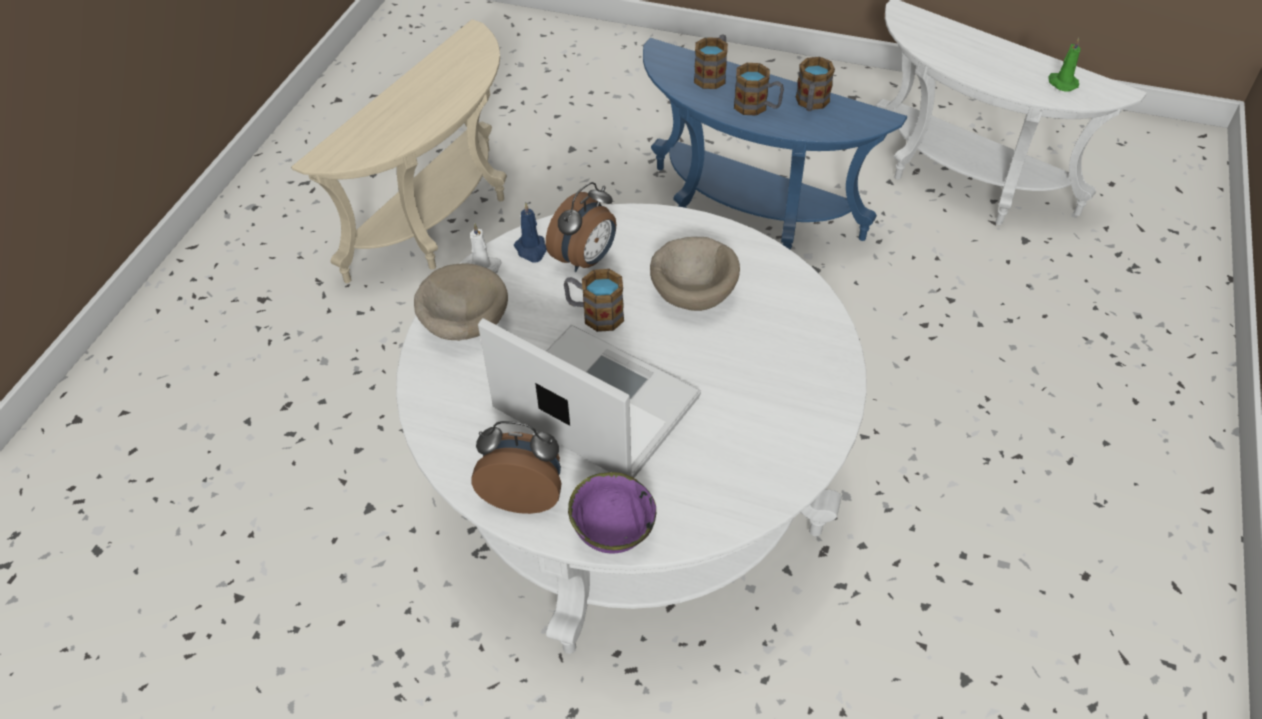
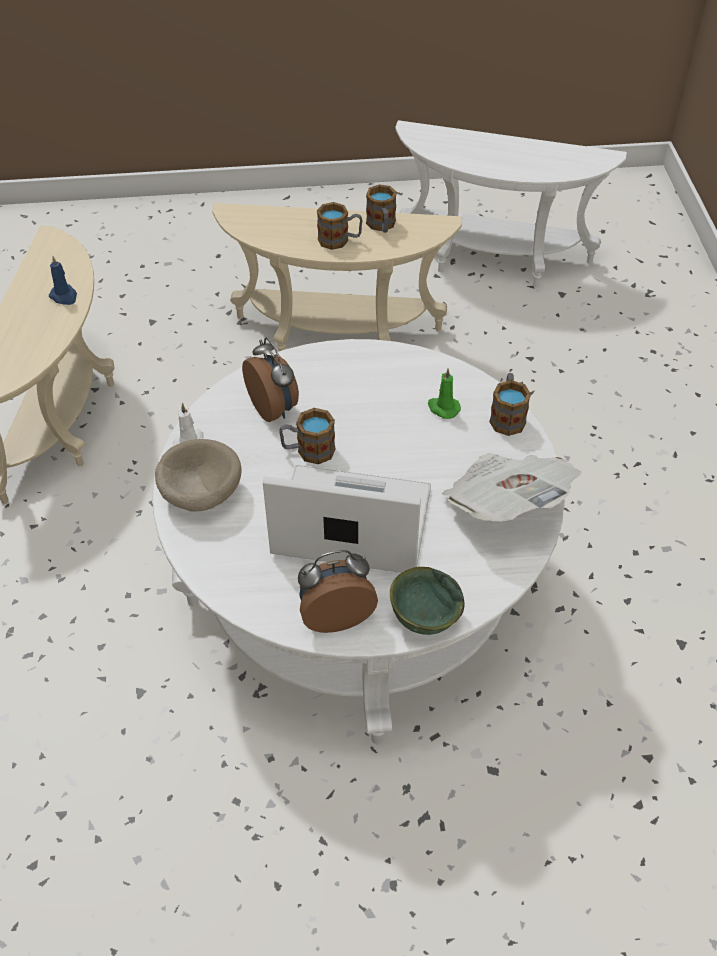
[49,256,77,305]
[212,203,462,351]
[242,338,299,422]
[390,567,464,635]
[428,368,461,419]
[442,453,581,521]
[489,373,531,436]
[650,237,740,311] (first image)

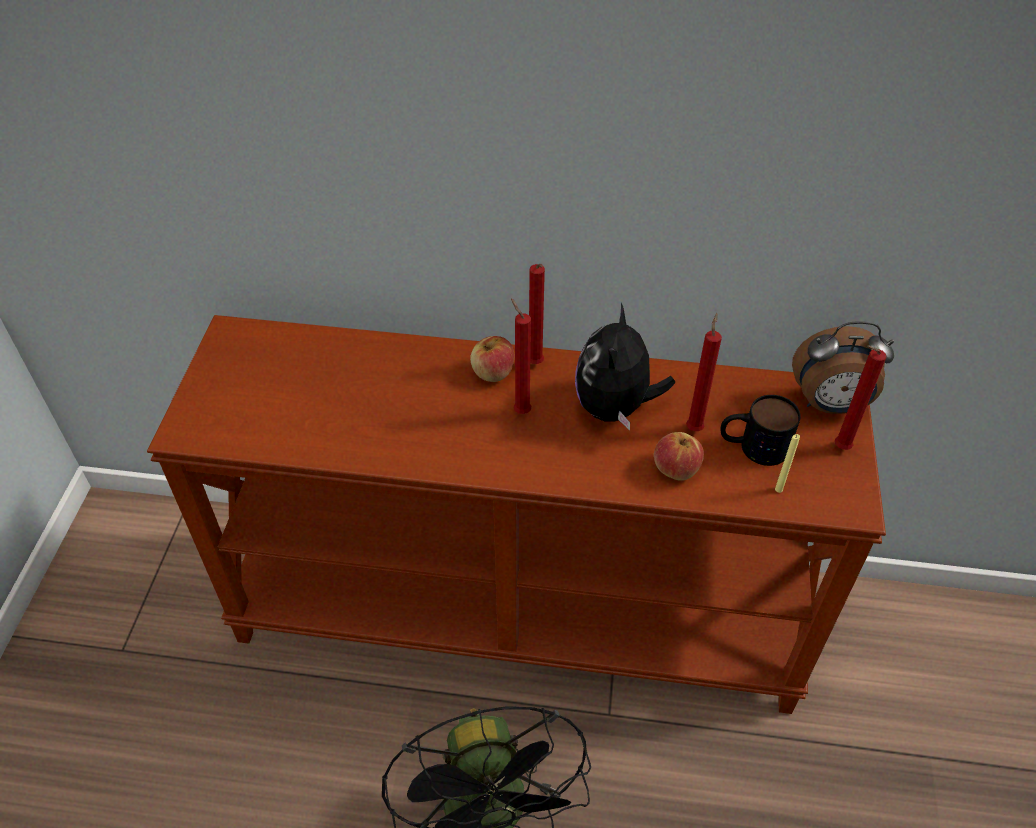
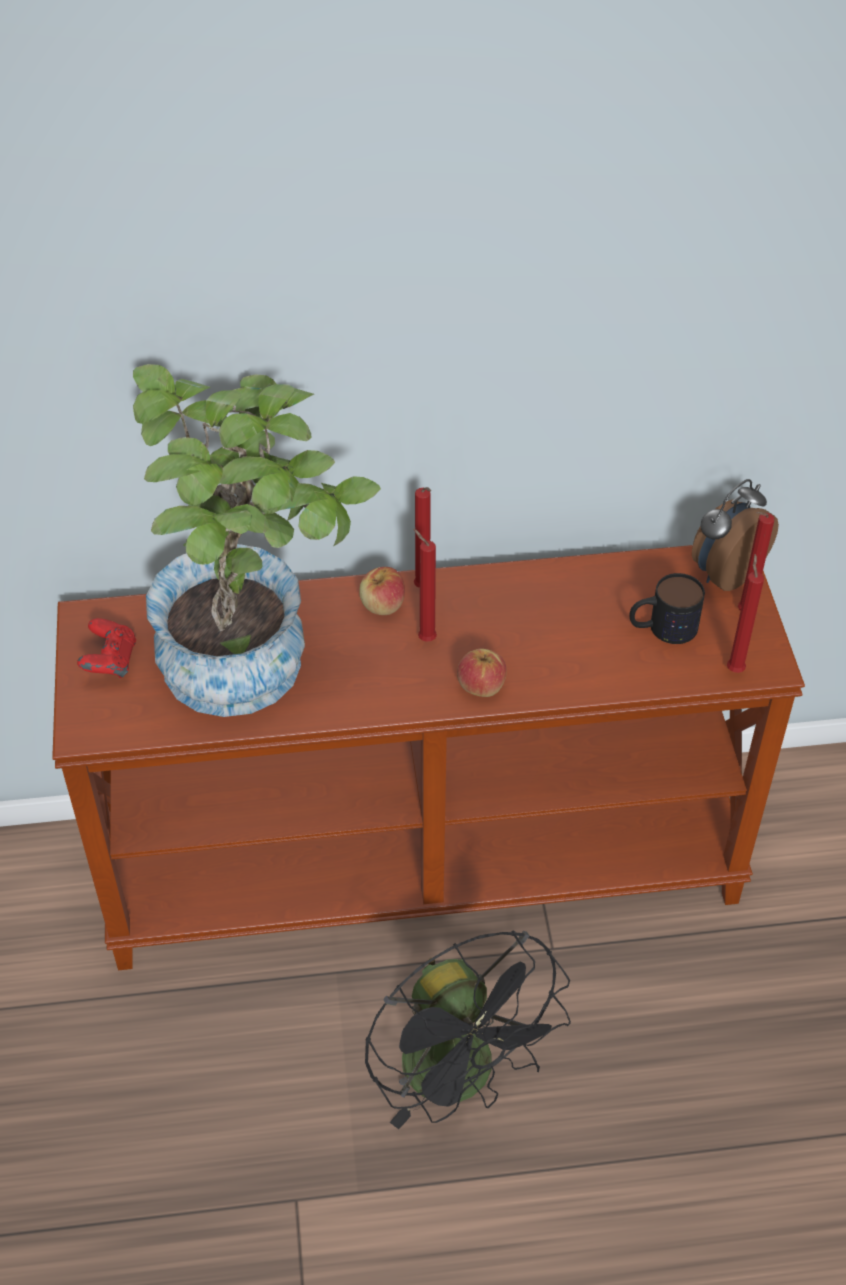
[77,618,136,678]
[133,364,381,717]
[457,649,507,697]
[692,479,779,591]
[727,554,764,673]
[575,303,675,430] (first image)
[775,434,800,493] (first image)

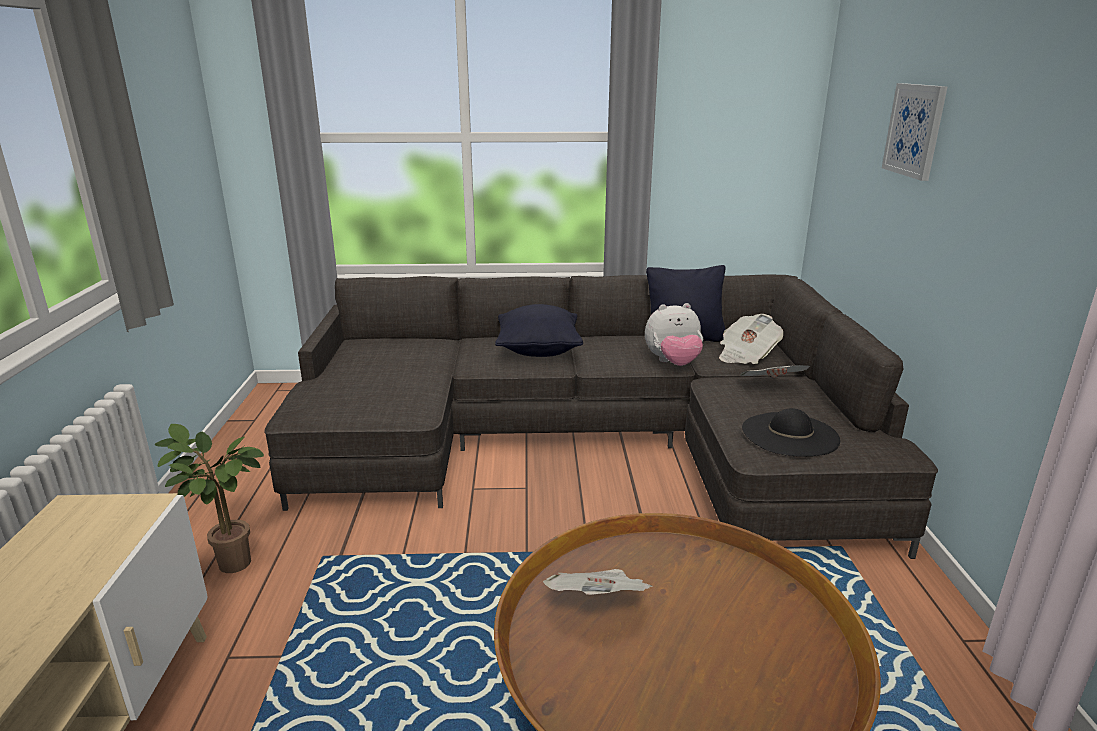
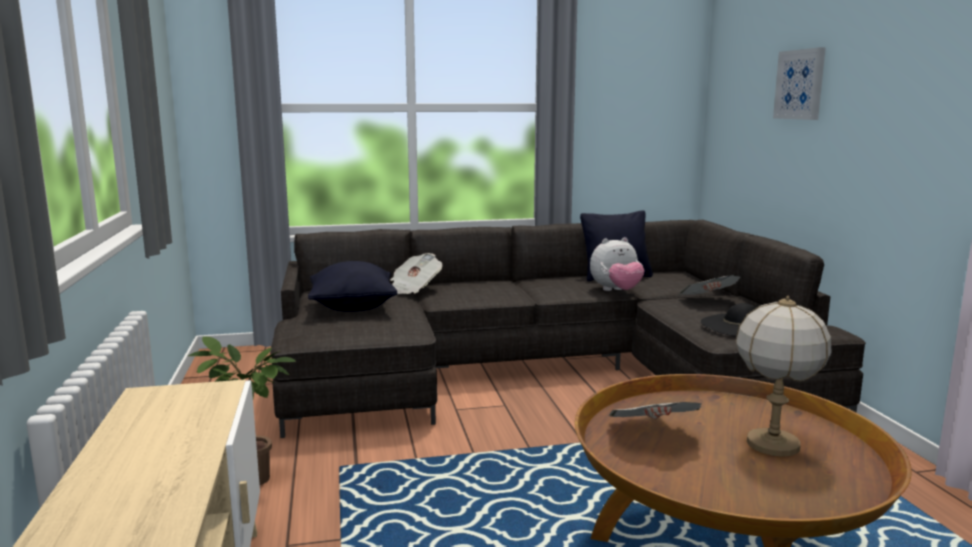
[308,261,397,311]
[390,253,443,294]
[736,296,832,457]

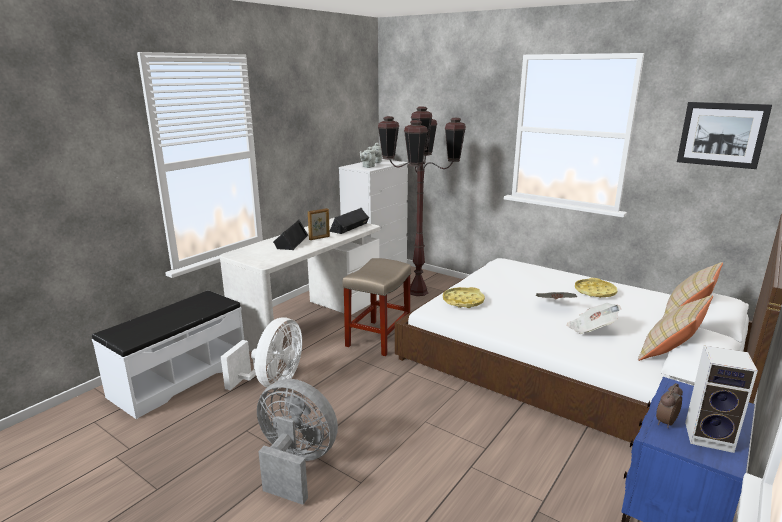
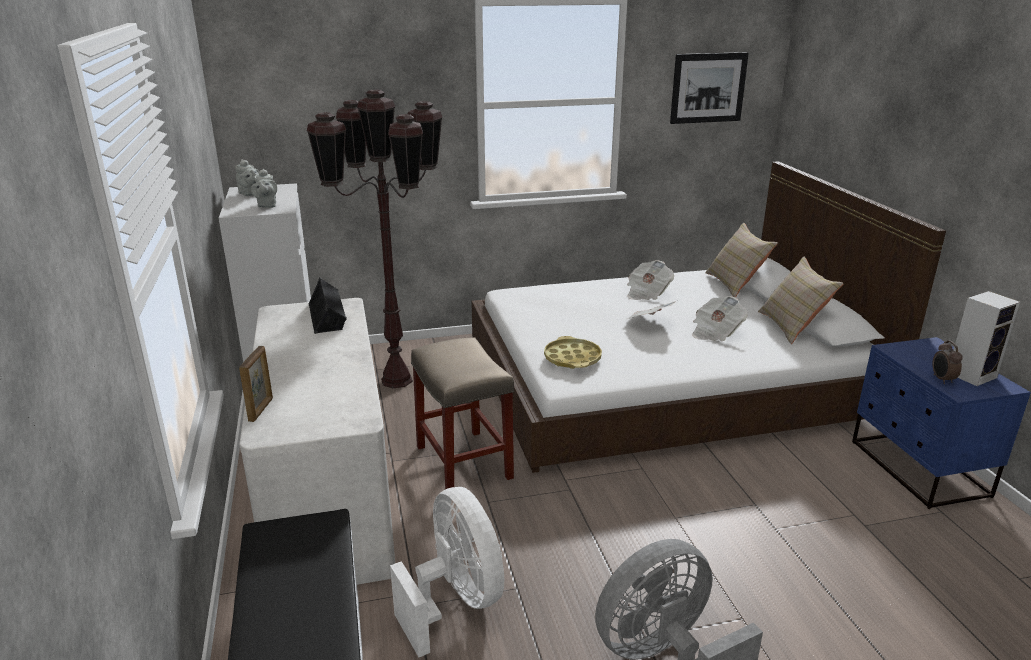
[239,346,273,422]
[627,260,674,300]
[273,219,308,250] (first image)

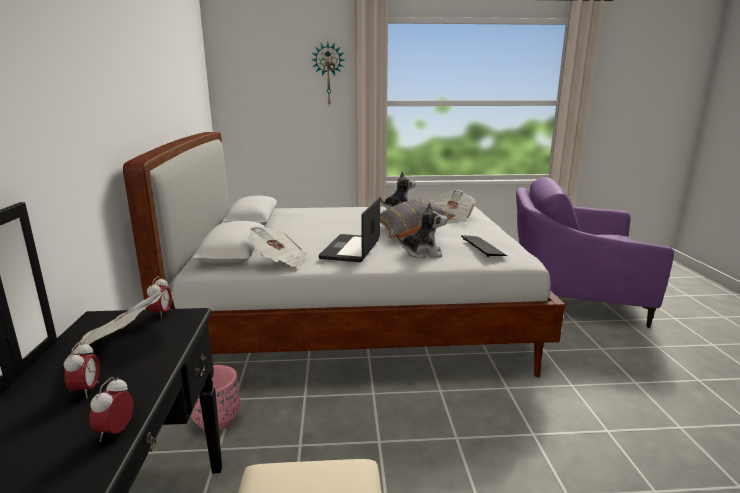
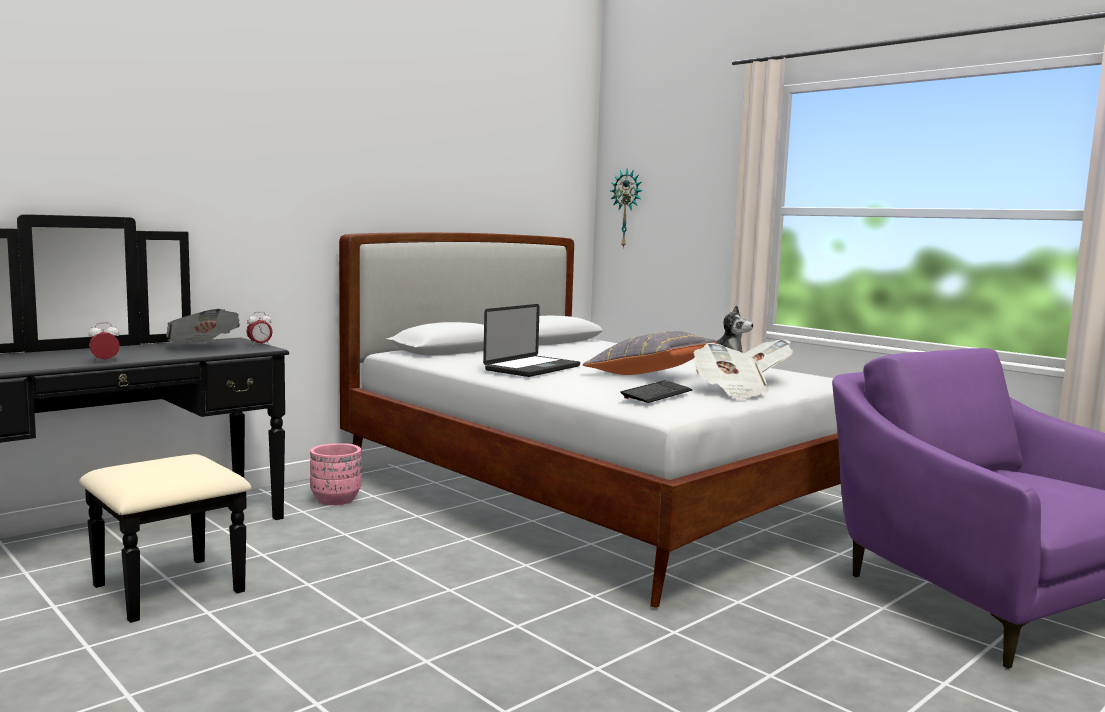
[483,304,580,377]
[610,169,643,249]
[694,343,769,400]
[64,342,100,398] (first image)
[396,202,448,259] (first image)

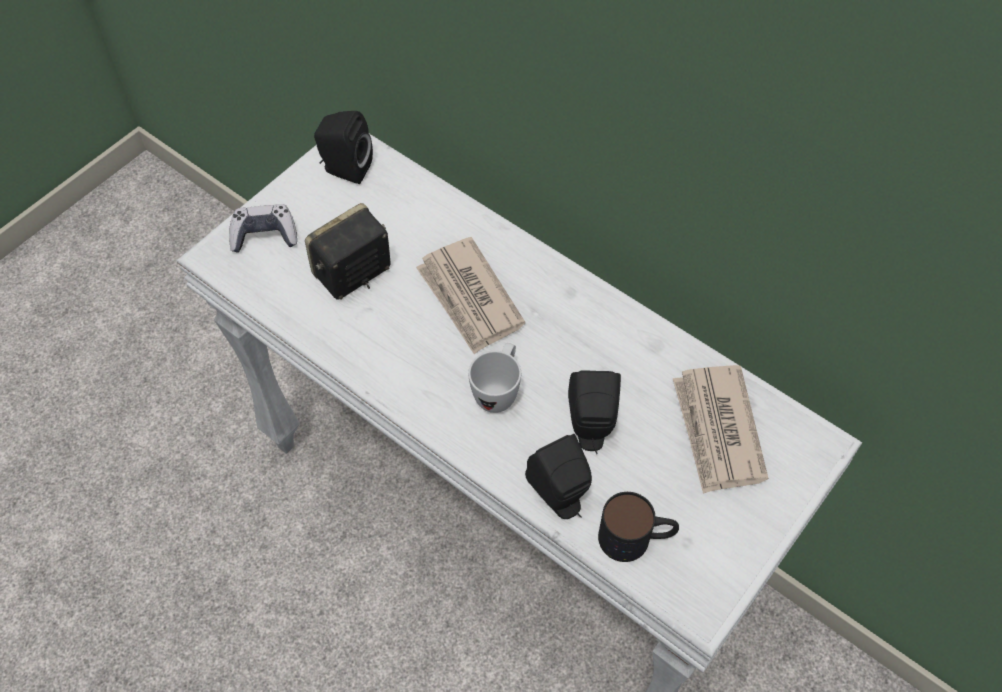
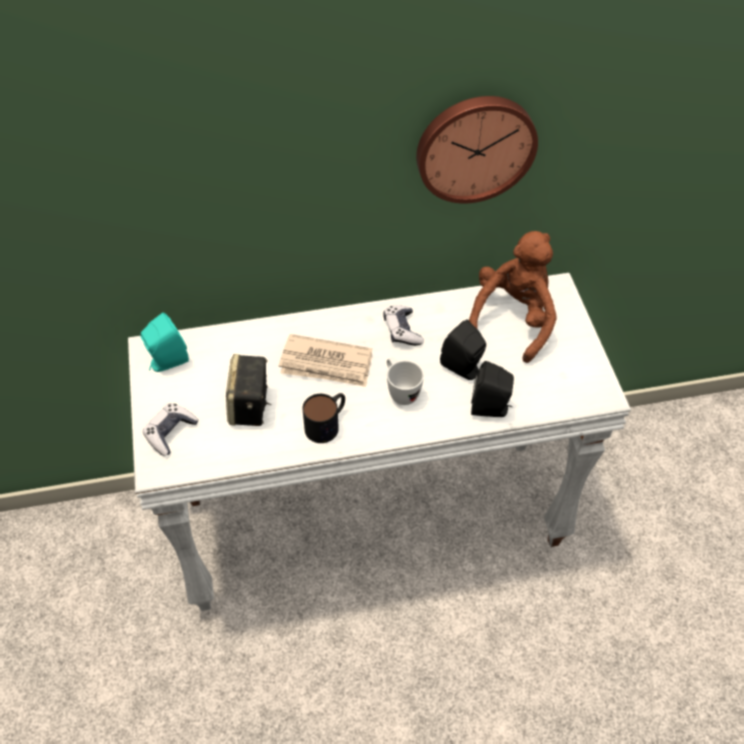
[141,312,189,372]
[302,393,345,443]
[383,305,424,346]
[416,96,538,204]
[469,231,557,363]

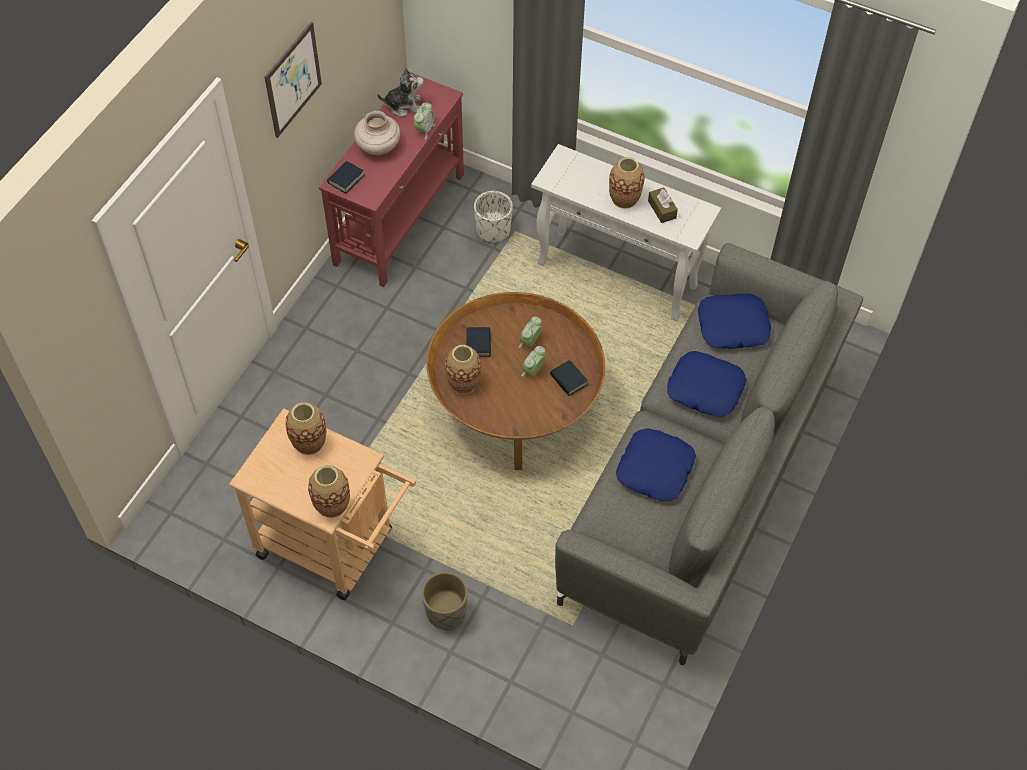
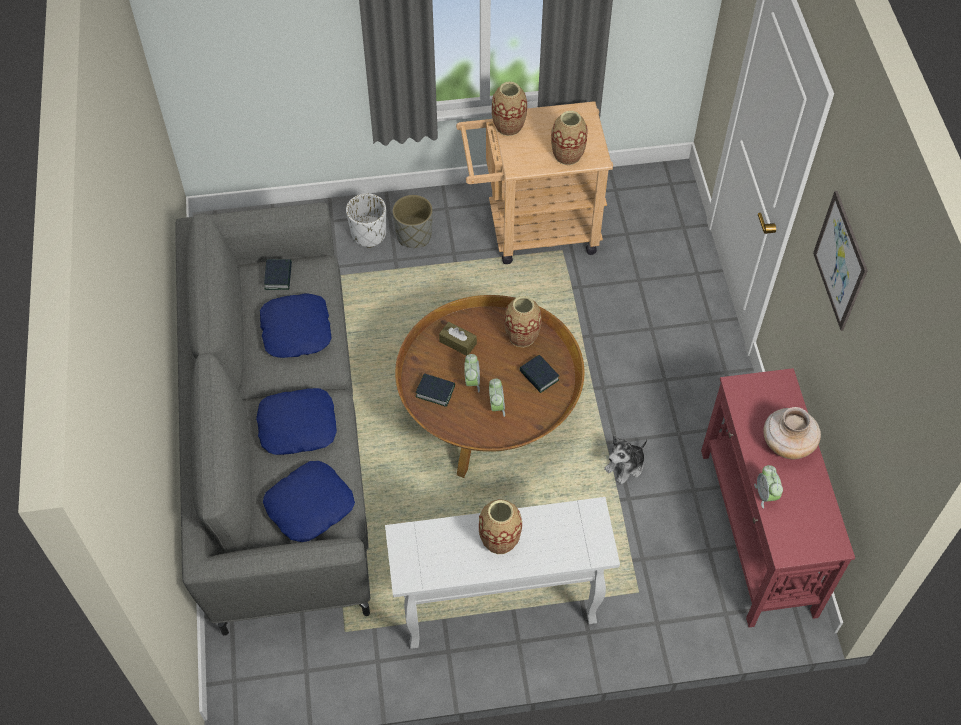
[264,259,292,290]
[346,193,386,248]
[439,322,477,356]
[604,435,647,485]

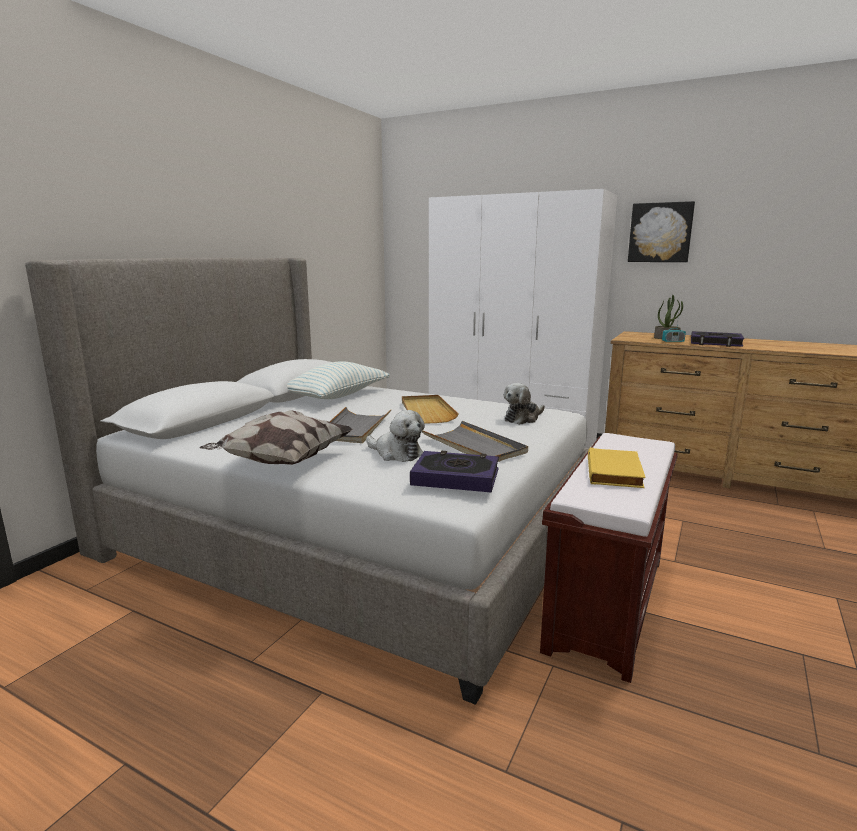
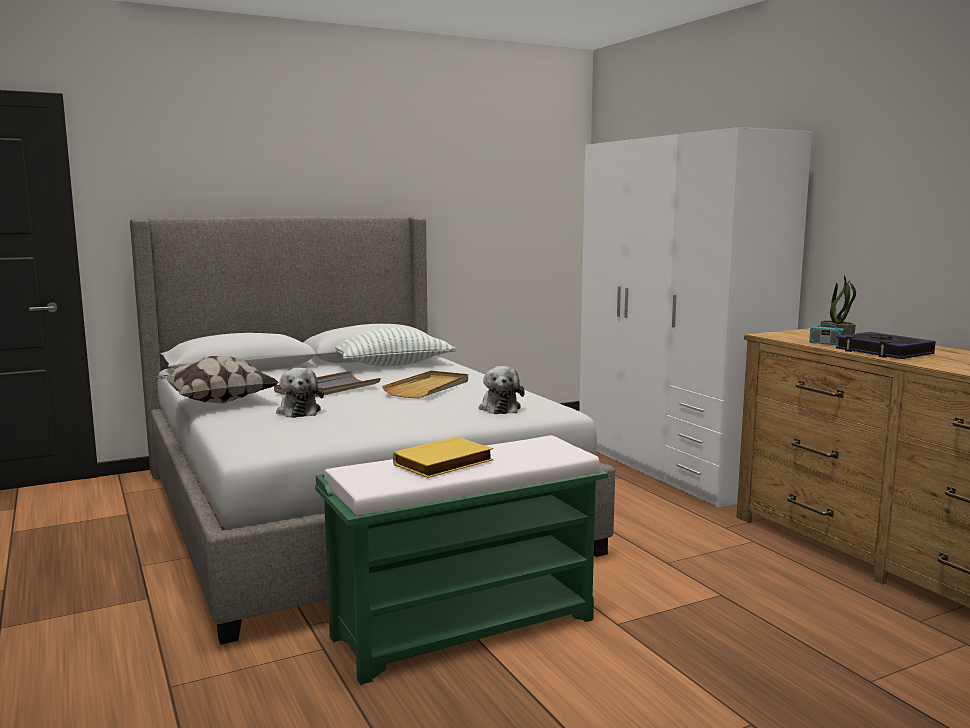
[315,435,608,685]
[479,366,525,414]
[410,451,499,492] (first image)
[422,421,528,462] (first image)
[628,201,695,262] (first image)

